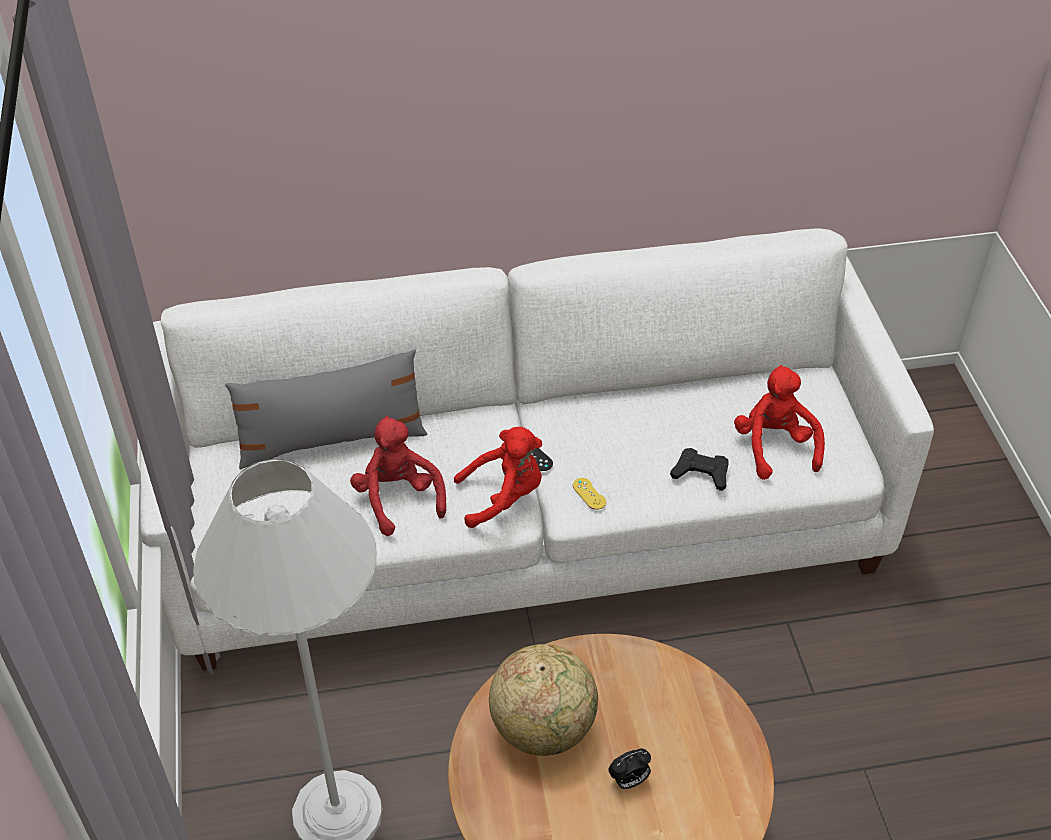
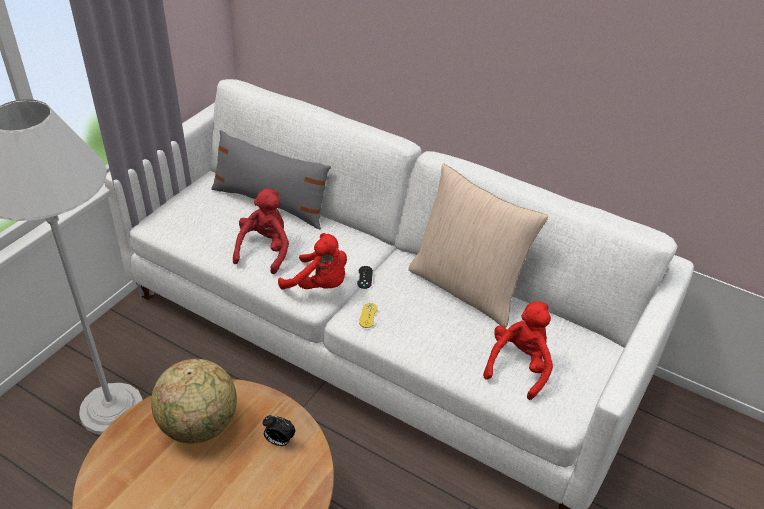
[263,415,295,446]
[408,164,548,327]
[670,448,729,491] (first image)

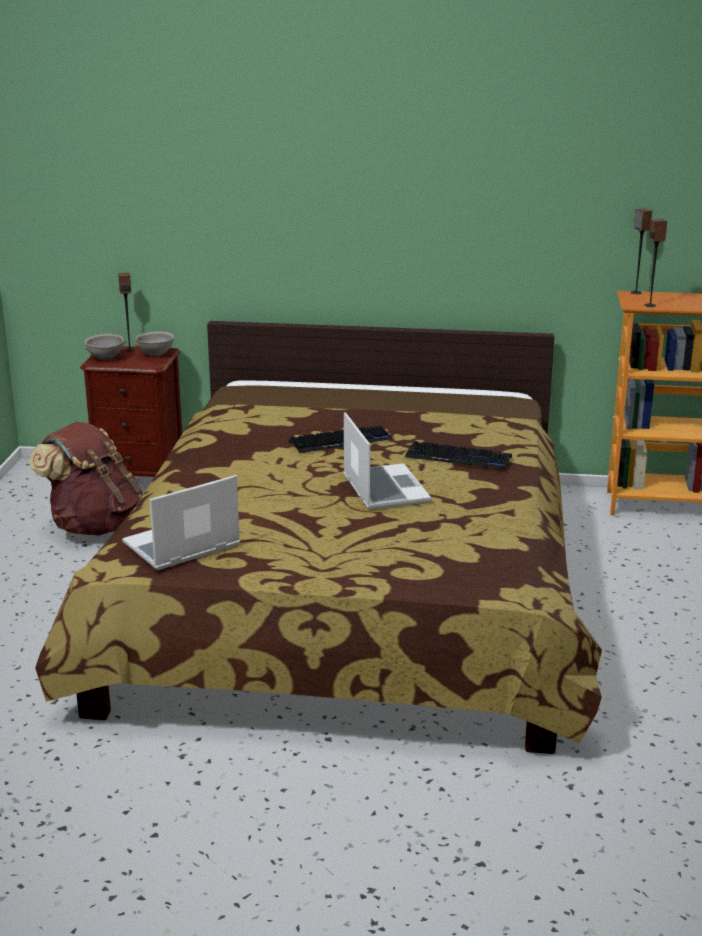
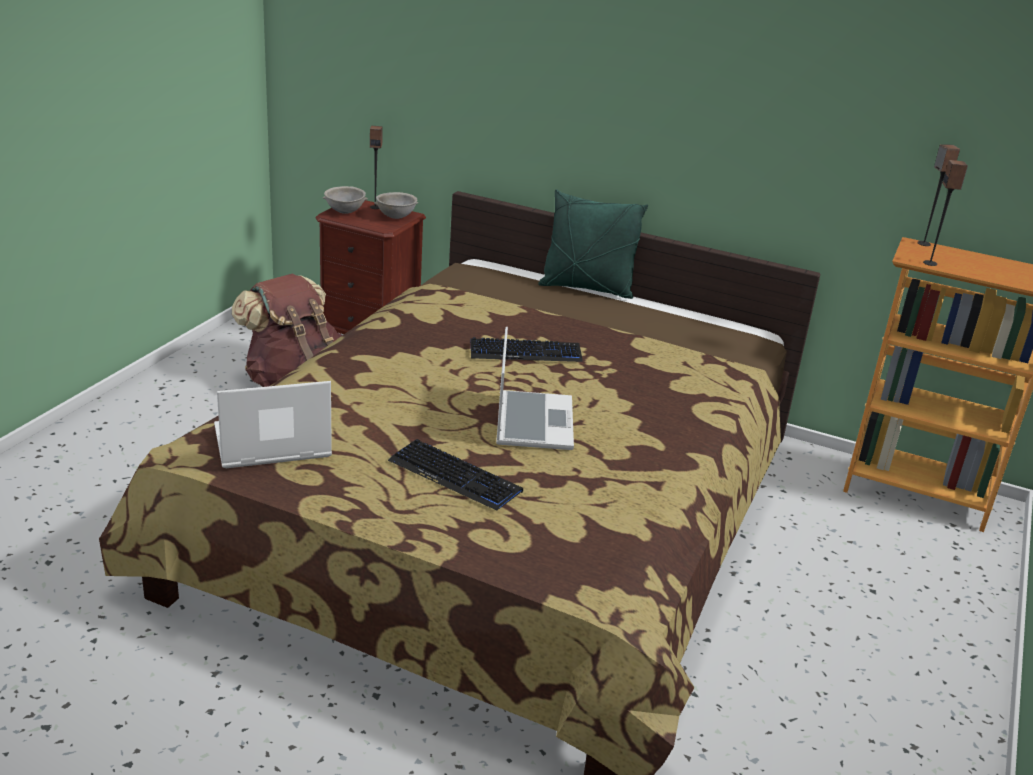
[388,439,523,510]
[538,189,648,299]

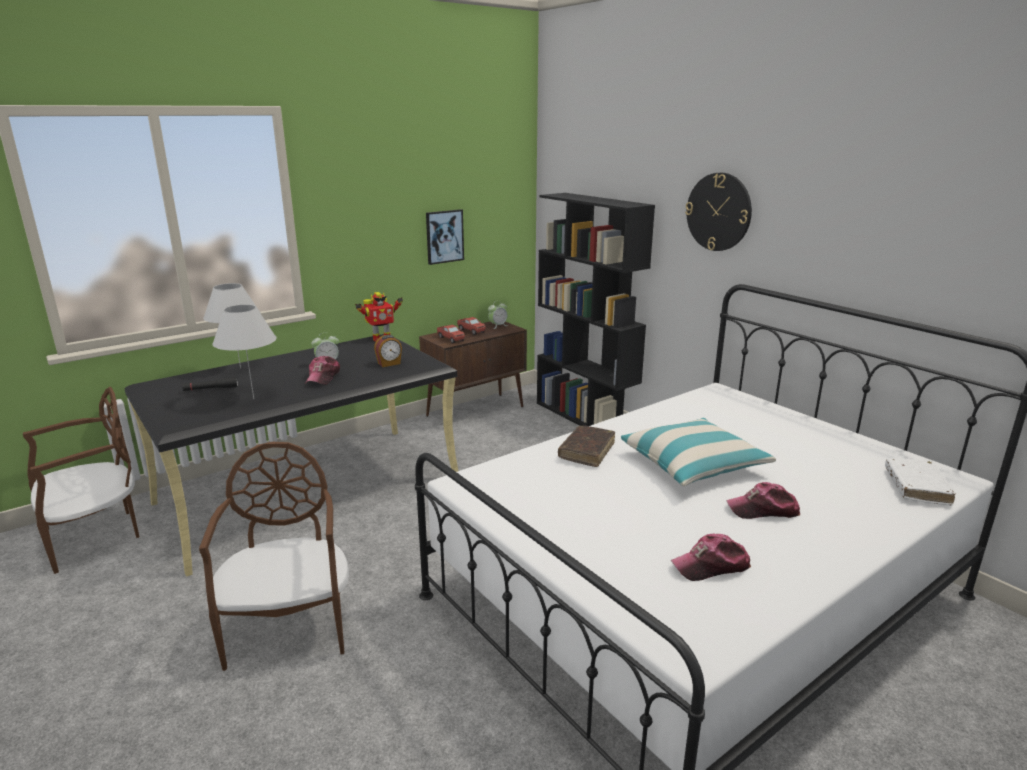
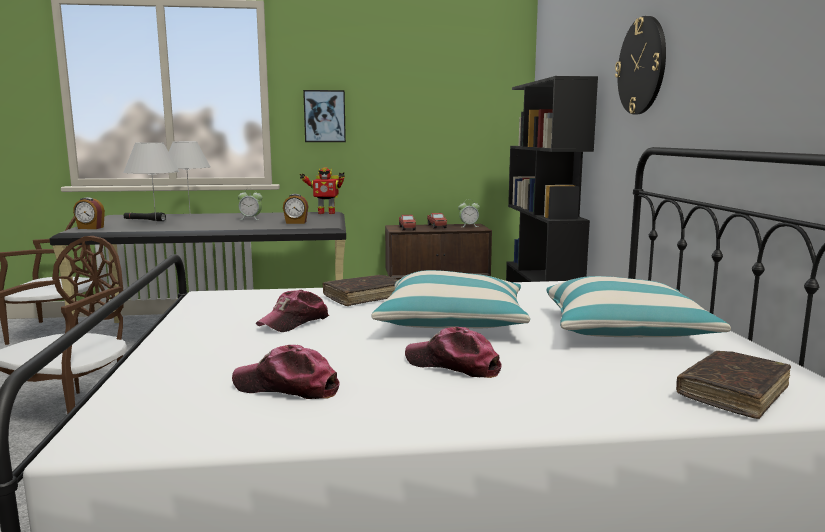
[73,197,105,229]
[256,290,329,332]
[303,90,346,142]
[547,276,731,337]
[676,351,791,419]

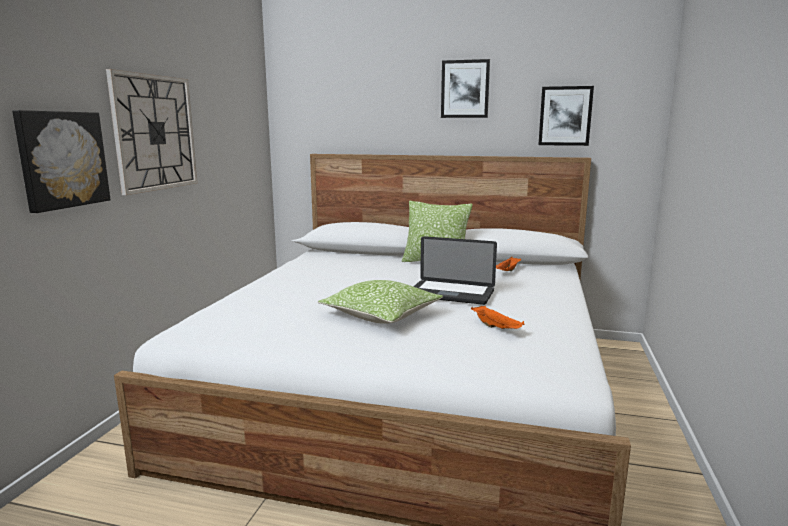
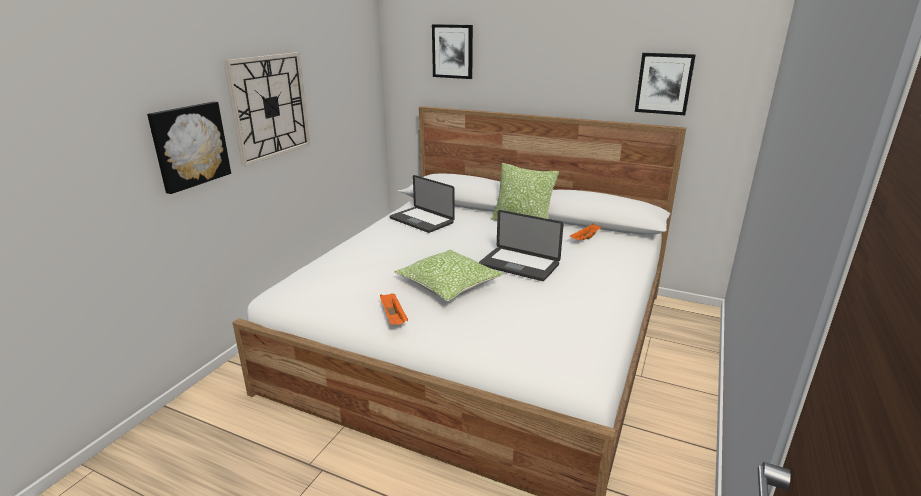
[380,294,408,325]
[390,175,455,233]
[432,24,473,79]

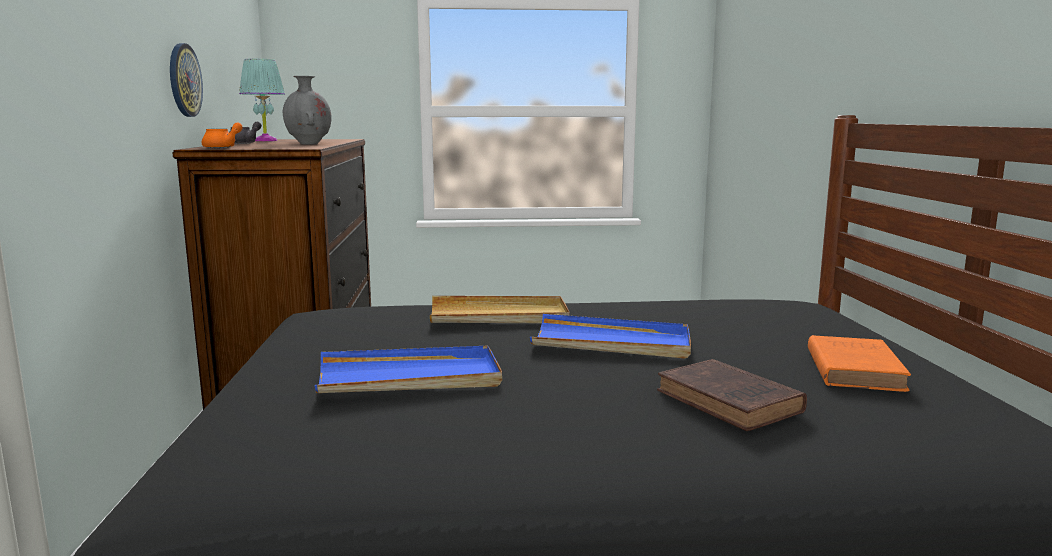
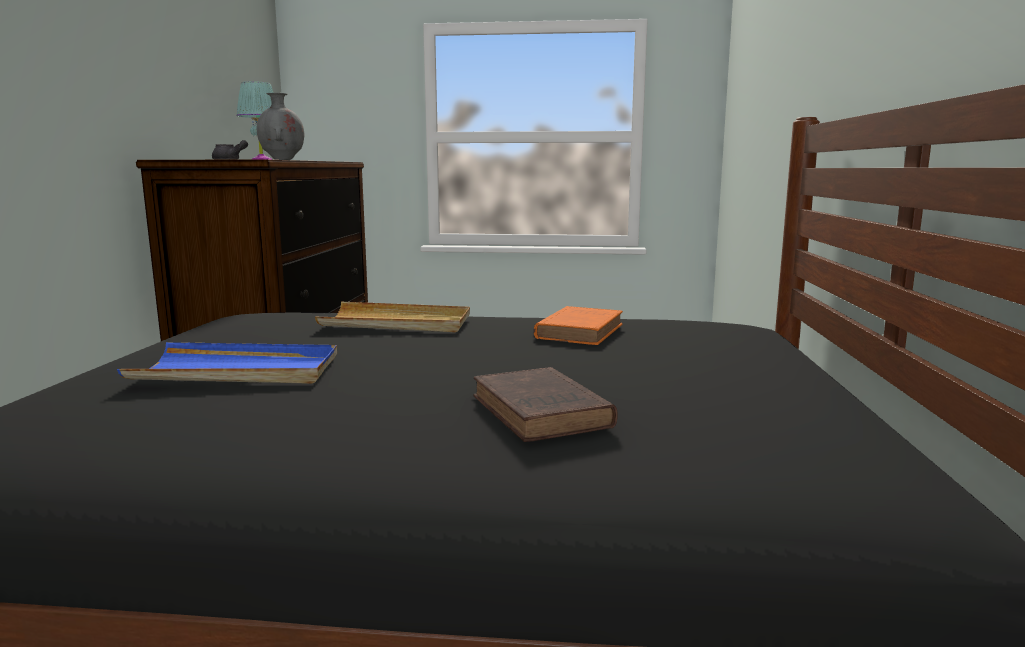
[534,306,623,345]
[170,43,203,117] (first image)
[202,122,243,148] (first image)
[530,314,691,359] (first image)

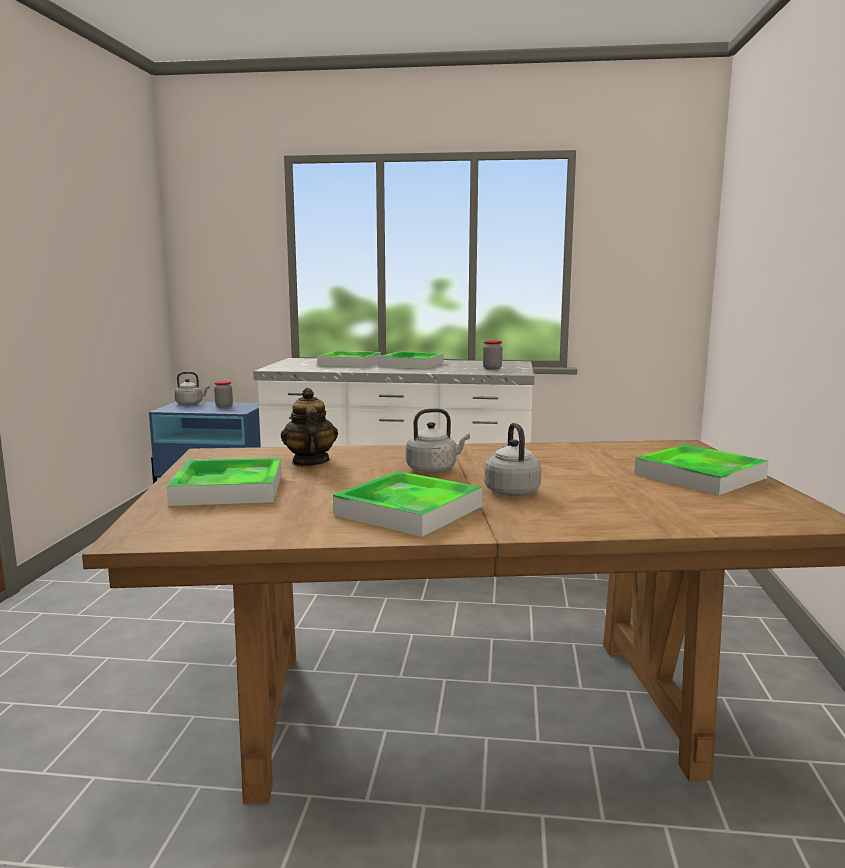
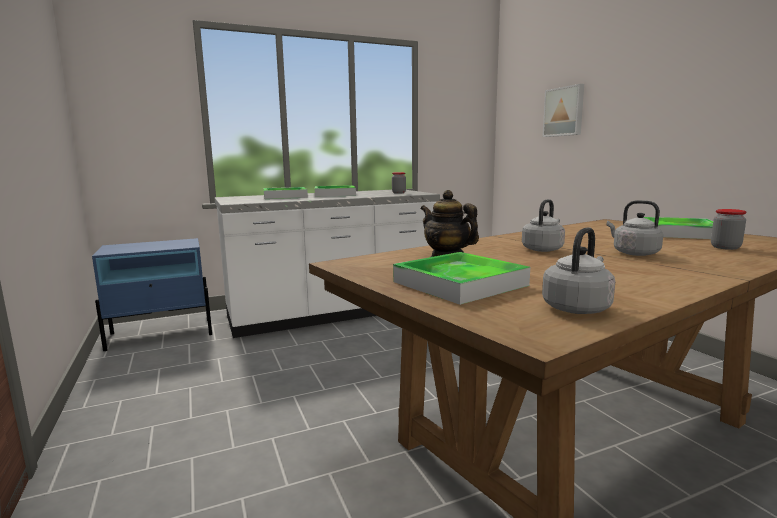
[542,84,584,137]
[542,227,615,314]
[711,209,746,250]
[333,471,482,537] (first image)

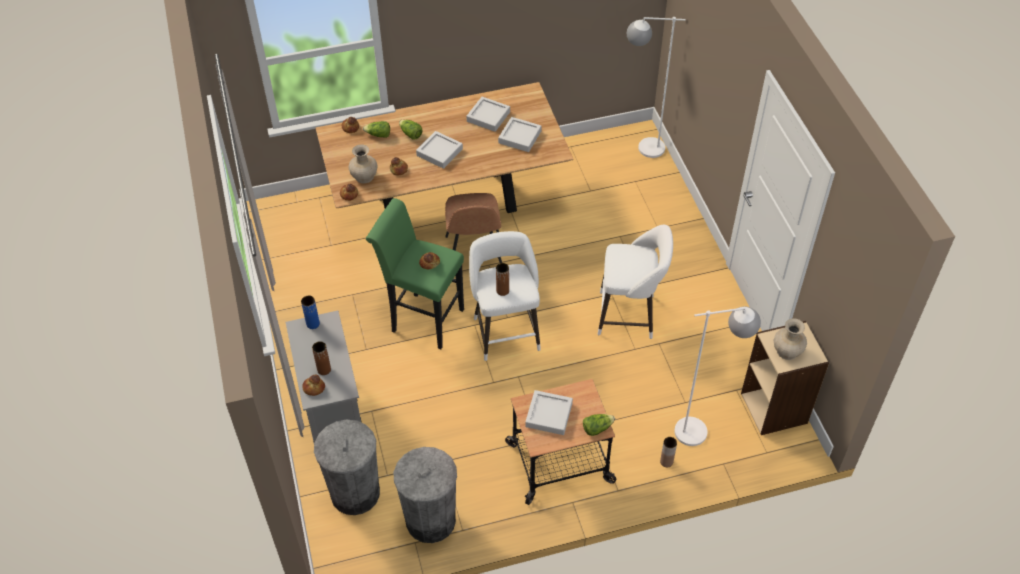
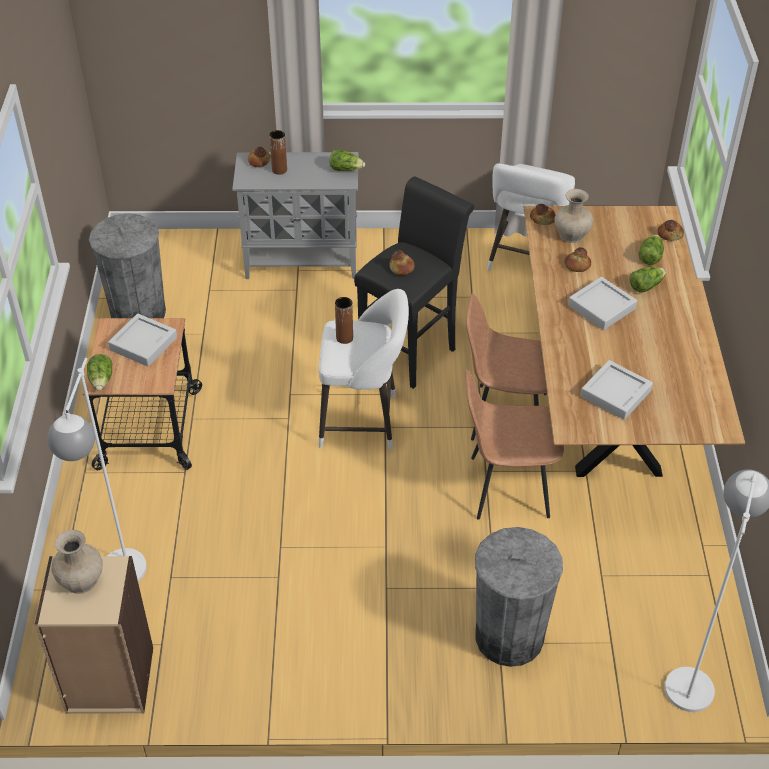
[330,149,365,171]
[354,176,475,389]
[465,369,564,520]
[475,527,563,667]
[487,163,575,270]
[466,97,510,132] (first image)
[660,437,677,467] (first image)

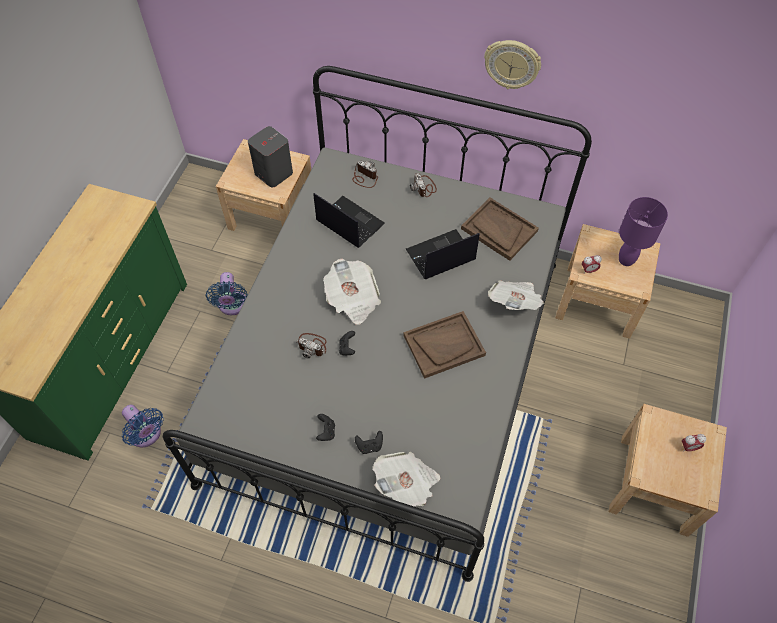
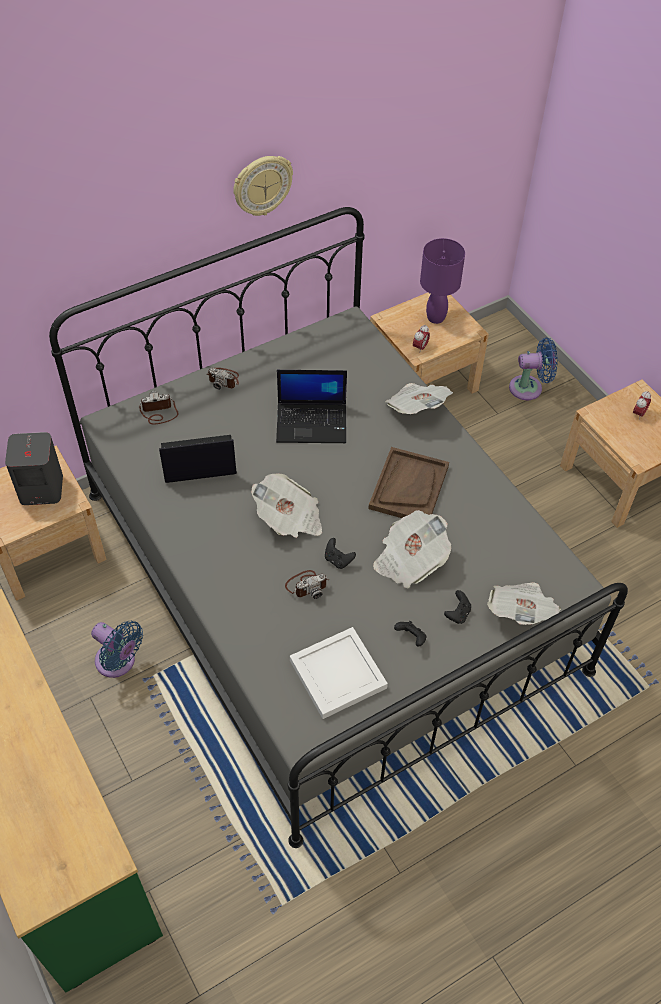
[276,370,347,443]
[290,627,388,719]
[373,510,451,589]
[509,338,558,400]
[461,197,539,261] (first image)

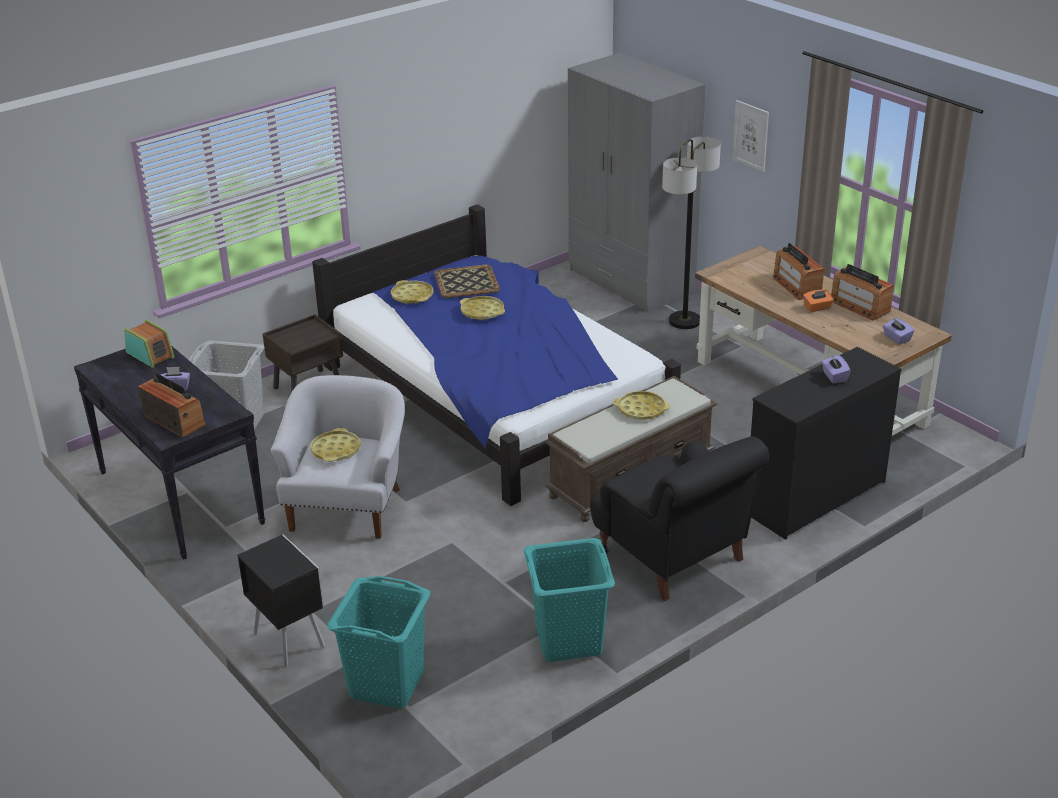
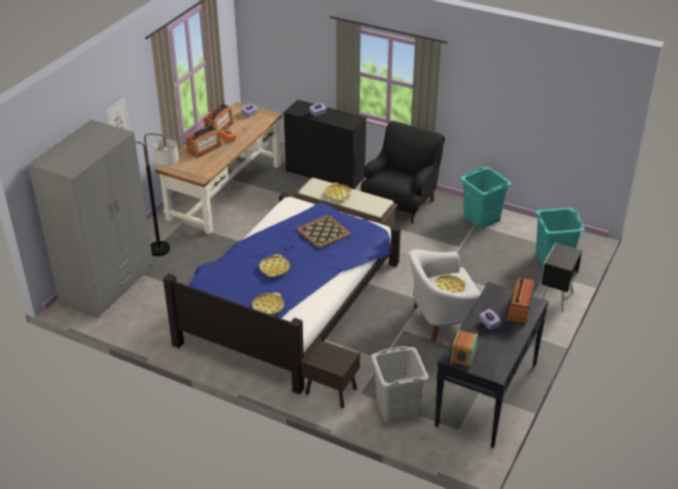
[297,215,350,248]

